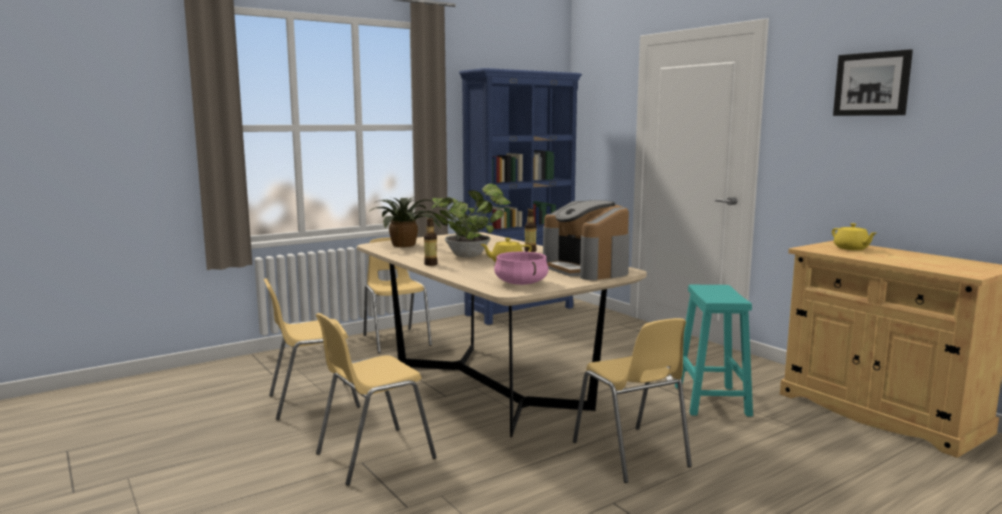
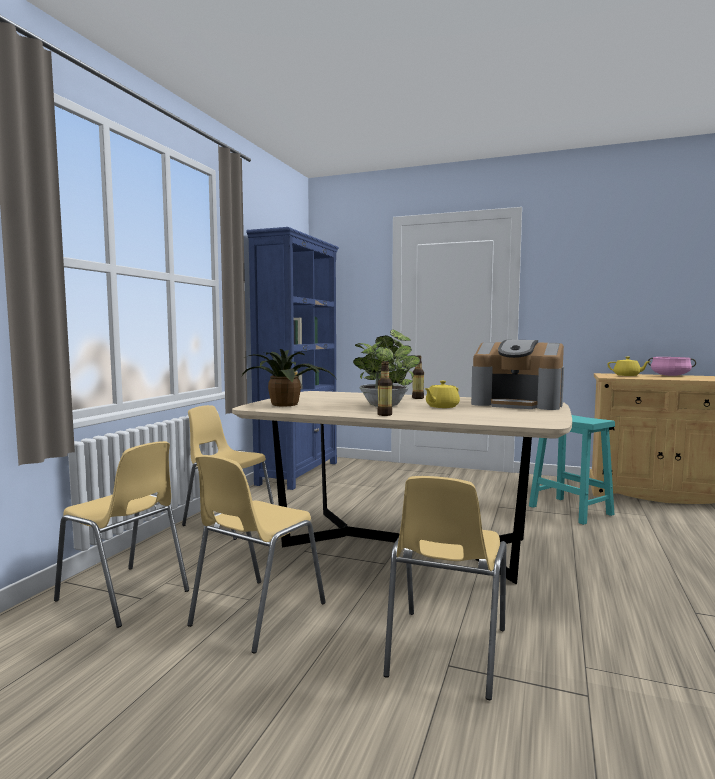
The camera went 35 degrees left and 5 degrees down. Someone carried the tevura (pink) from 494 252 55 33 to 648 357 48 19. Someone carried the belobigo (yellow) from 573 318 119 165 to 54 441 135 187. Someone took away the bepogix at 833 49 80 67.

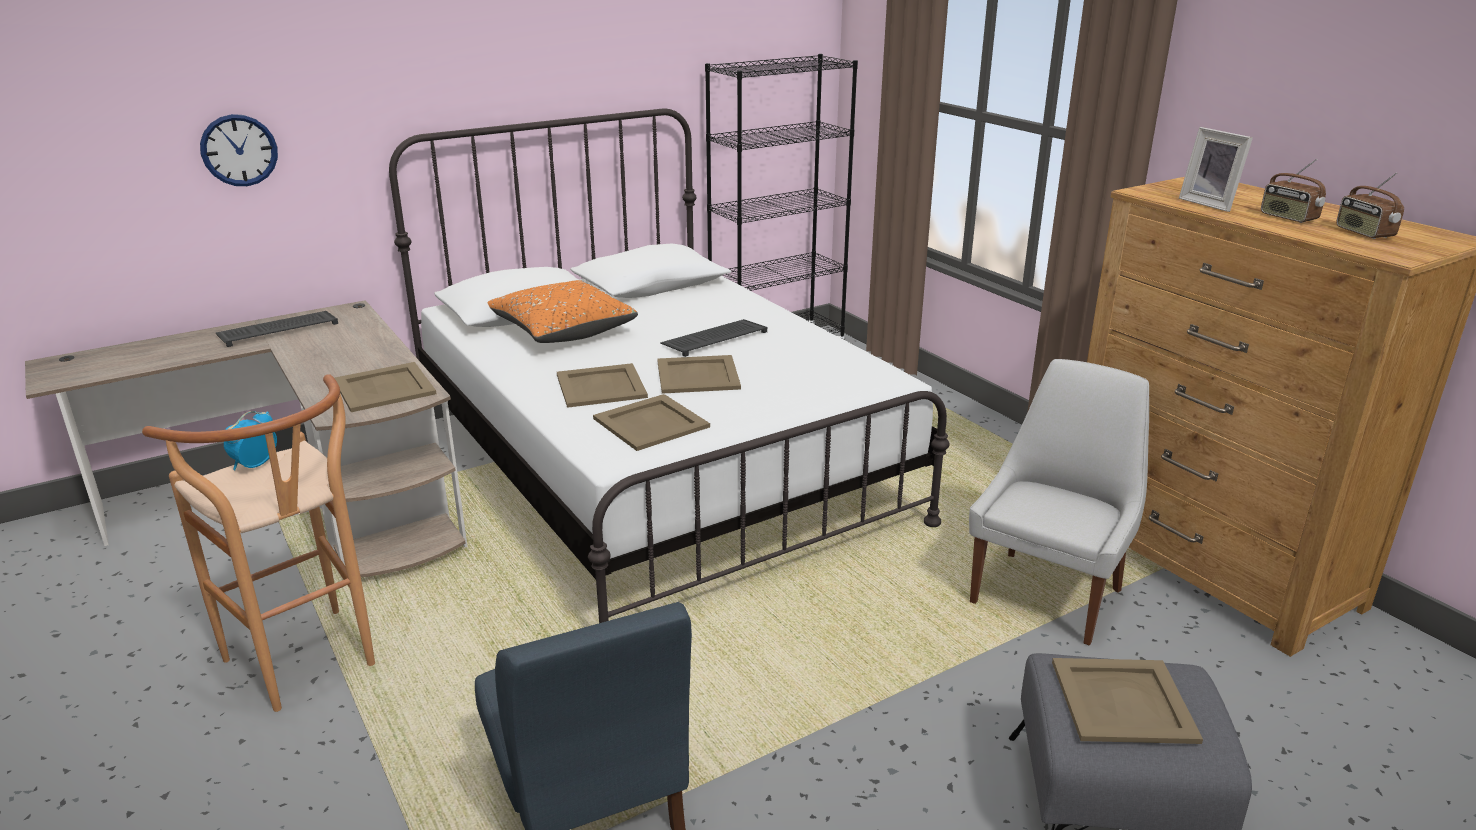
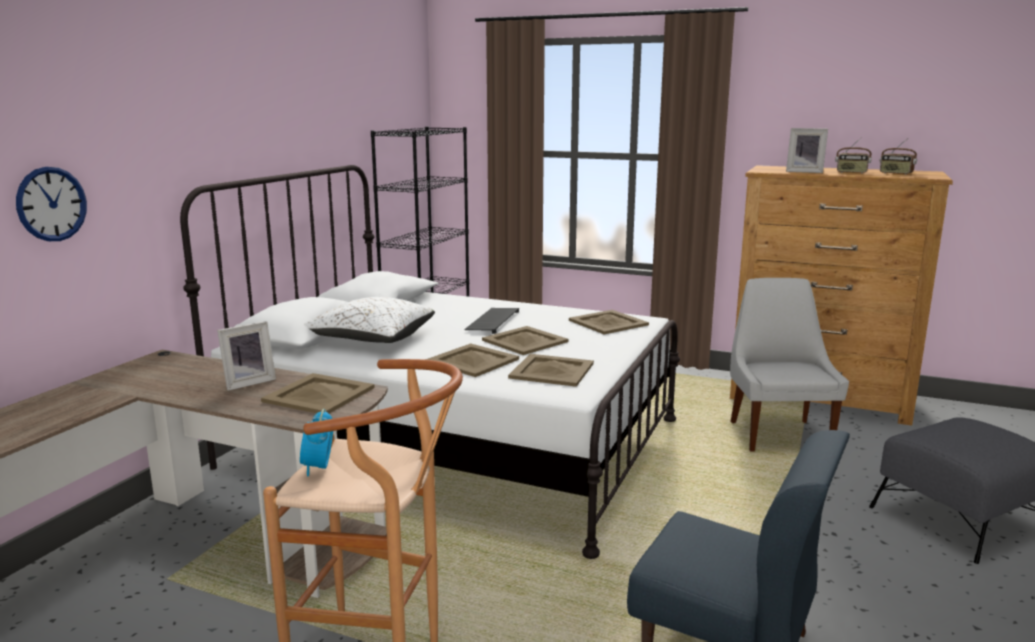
The camera went 35 degrees left and 10 degrees down. Someone took away the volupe at 215 311 123 36. Someone repainted the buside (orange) at 488 280 150 63, which became the buside (white) at 304 297 131 46. Someone carried the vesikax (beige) from 1052 658 151 86 to 569 310 80 24. Someone put down the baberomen at 217 321 59 70.

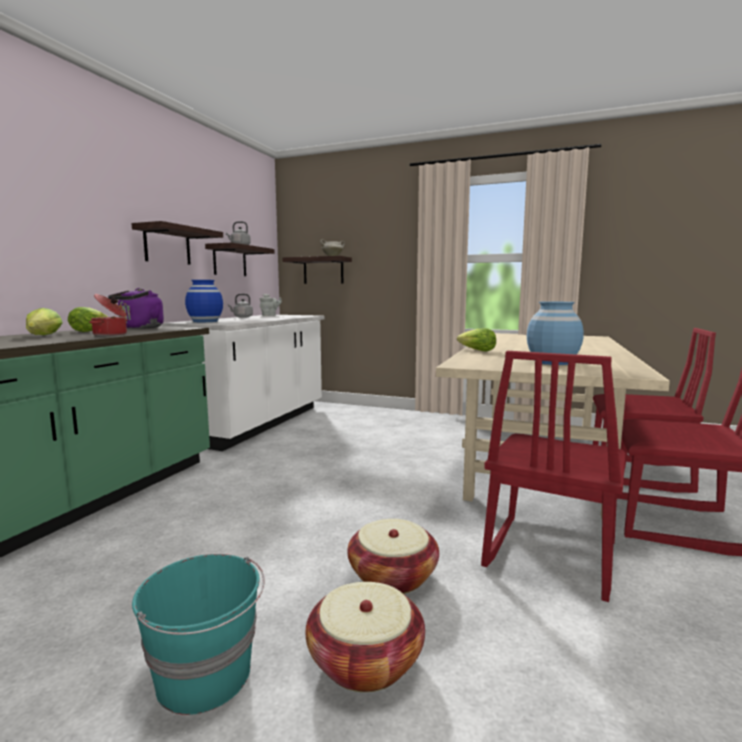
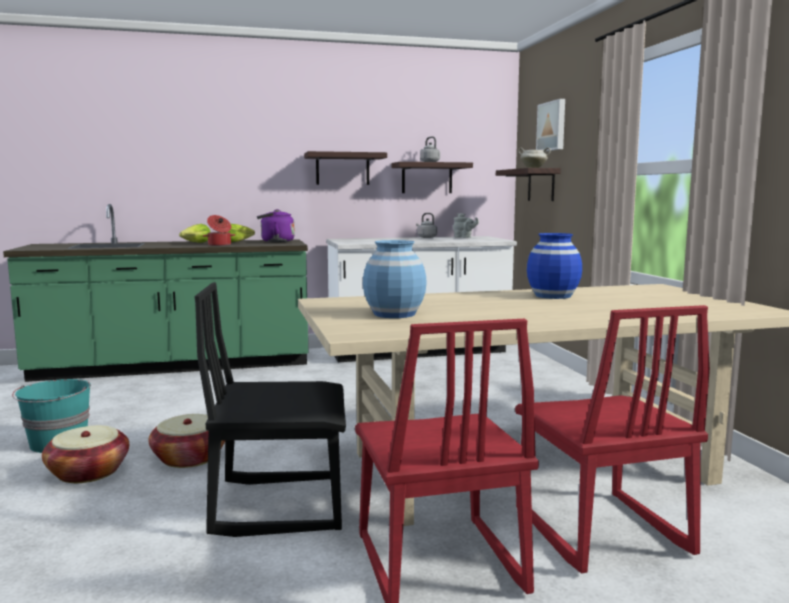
The camera went 55 degrees right and 0 degrees up. Someone carried the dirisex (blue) from 185 280 38 42 to 527 233 55 66. Someone took away the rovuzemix at 457 328 39 24. Someone repainted the belobigo (red) at 481 351 144 251, which became the belobigo (black) at 195 282 151 255. Someone put up the bepogix at 536 99 29 53.

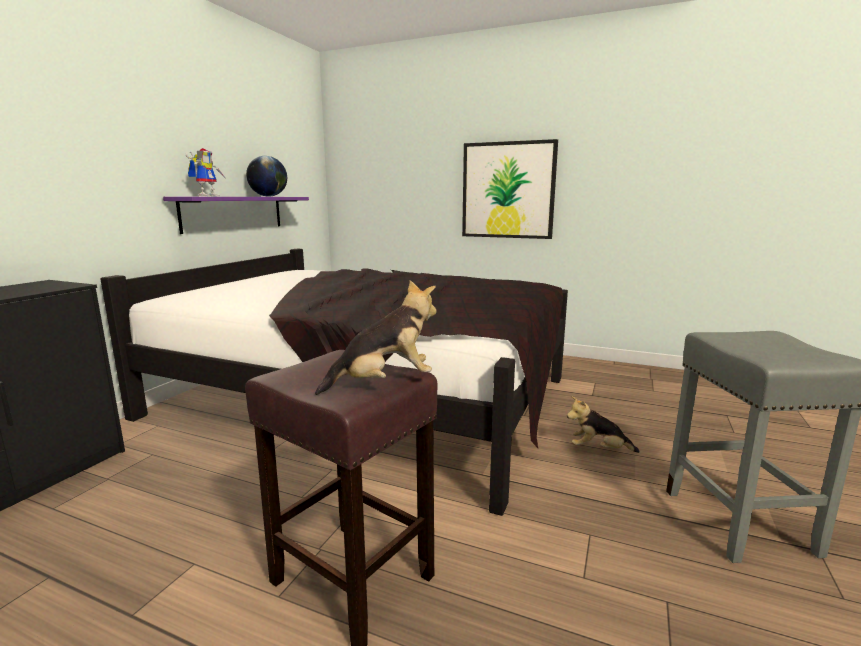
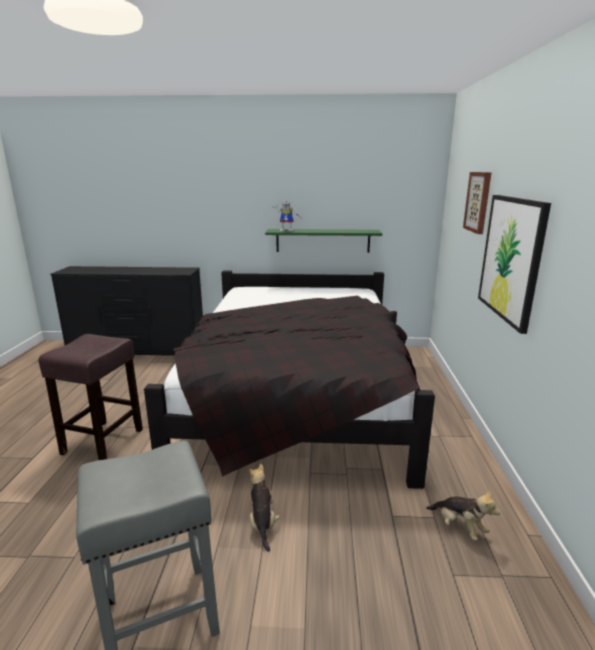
The camera went 70 degrees right and 5 degrees up. Someone repainted the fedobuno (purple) at 163 197 146 37, which became the fedobuno (green) at 265 229 117 24. Someone took away the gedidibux at 246 156 41 41. Someone carried the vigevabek from 315 280 122 115 to 426 490 74 51. Someone put up the bepogix at 463 172 29 62.

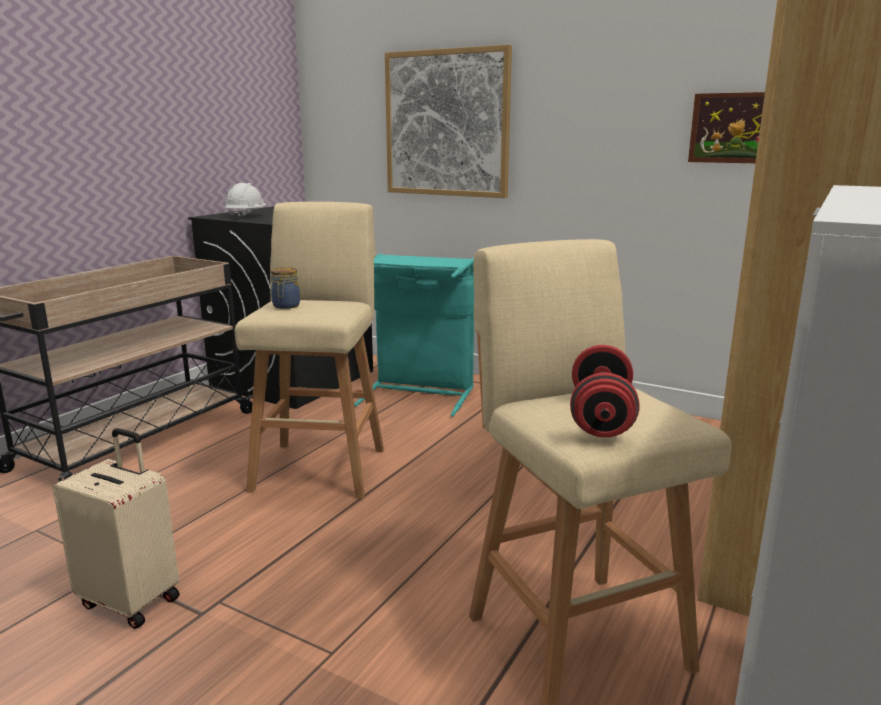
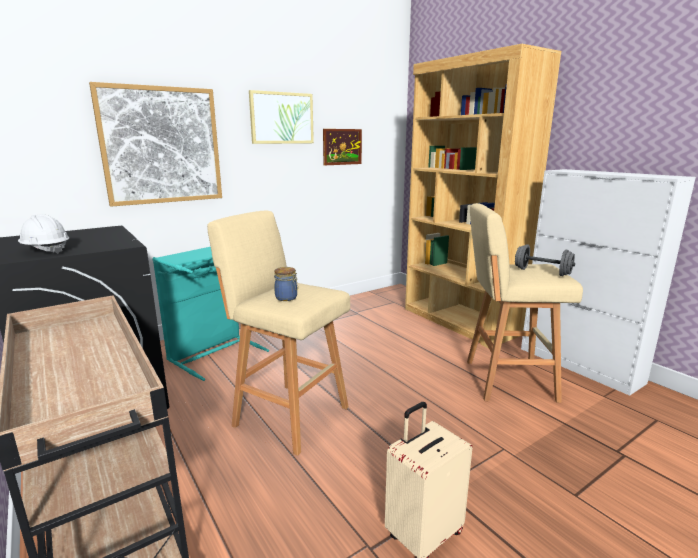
The camera went 65 degrees left and 0 degrees up. Someone repainted the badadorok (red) at 570 345 70 92, which became the badadorok (grey) at 515 244 60 32. Someone put up the bepogix at 249 90 65 54.

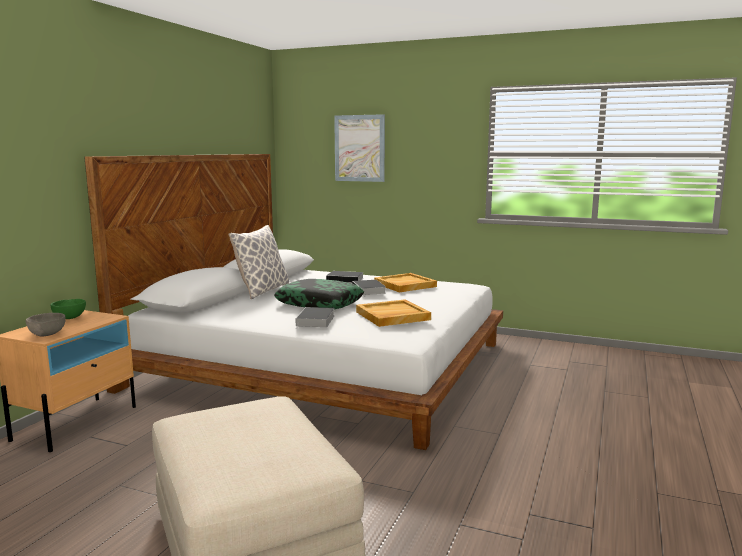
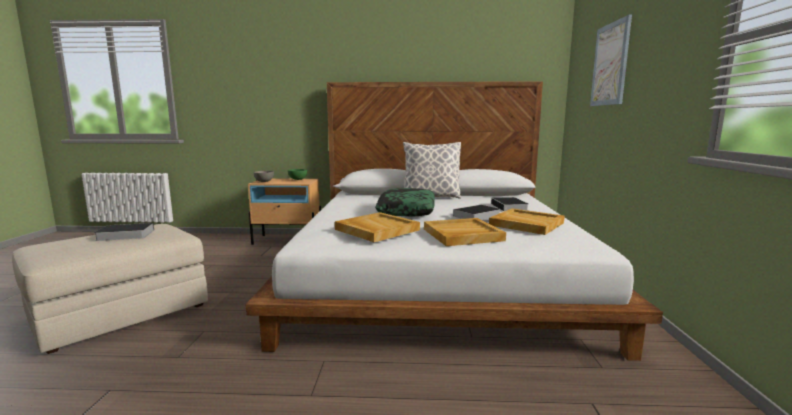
The camera went 70 degrees right and 0 degrees up. Someone carried the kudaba from 296 307 39 20 to 94 223 60 18. Someone put down the vesikax (beige) at 424 218 82 28.

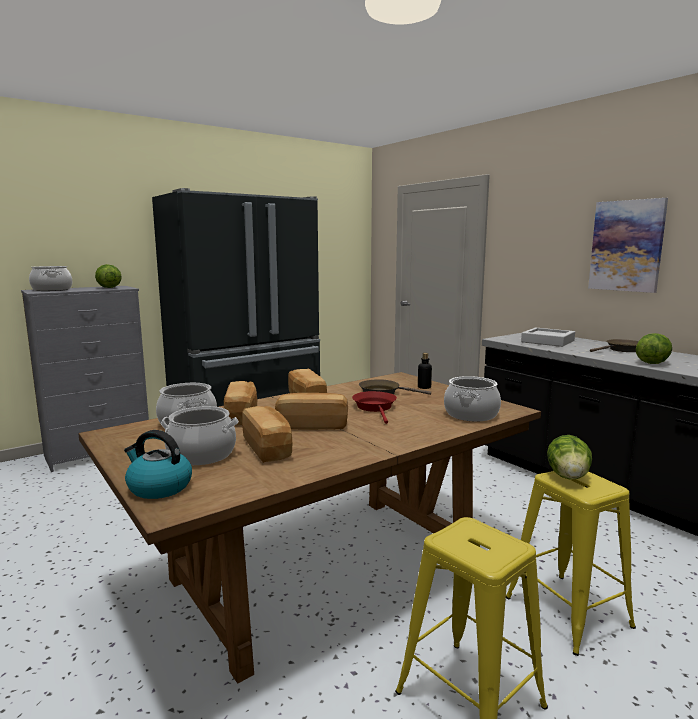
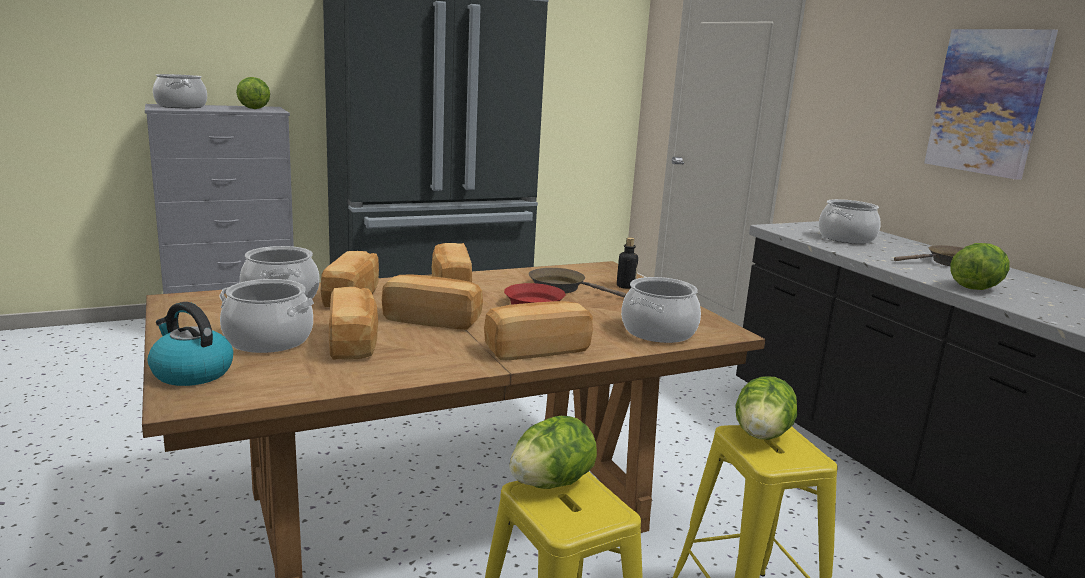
The camera went 10 degrees right and 5 degrees up. Someone swapped the vesikax (grey) at 521 328 54 19 for the tevura at 819 199 62 45. Someone put down the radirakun at 484 301 109 59. Someone put down the rovuzemix at 509 416 88 73.

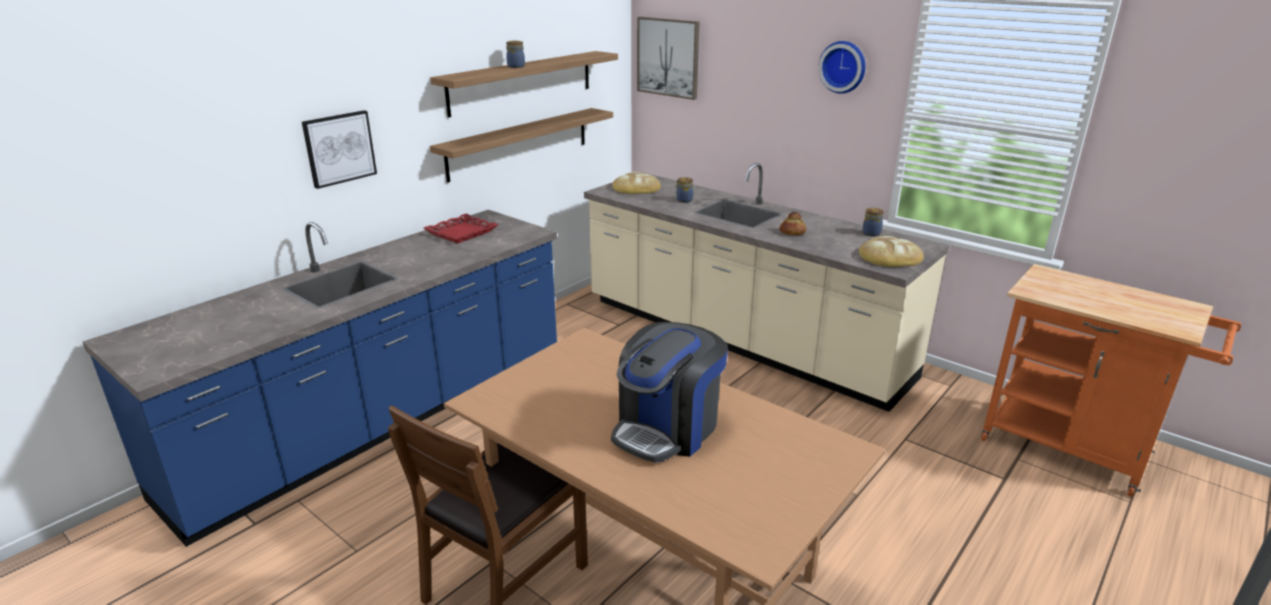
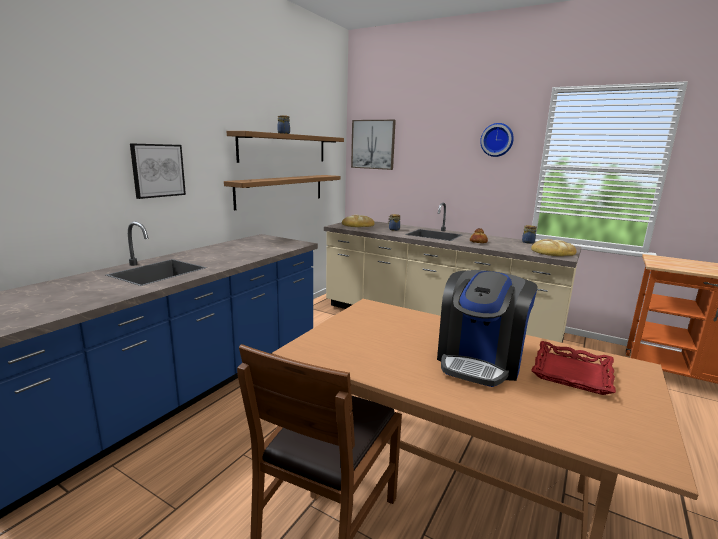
The camera went 10 degrees left and 10 degrees down. Someone carried the vesikax (red) from 423 214 76 30 to 531 341 85 54.

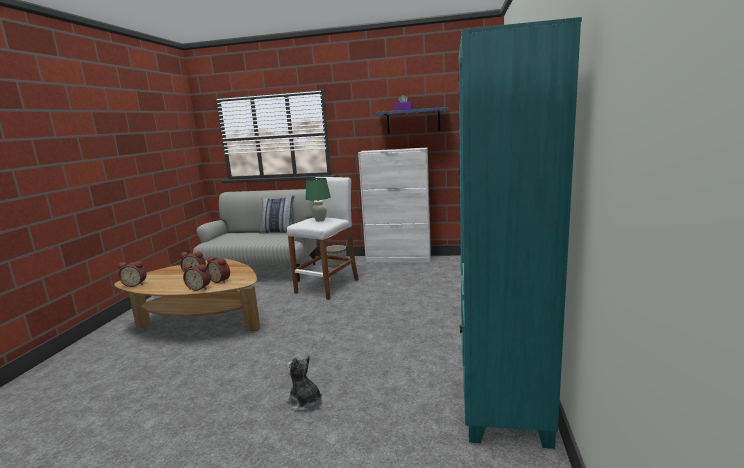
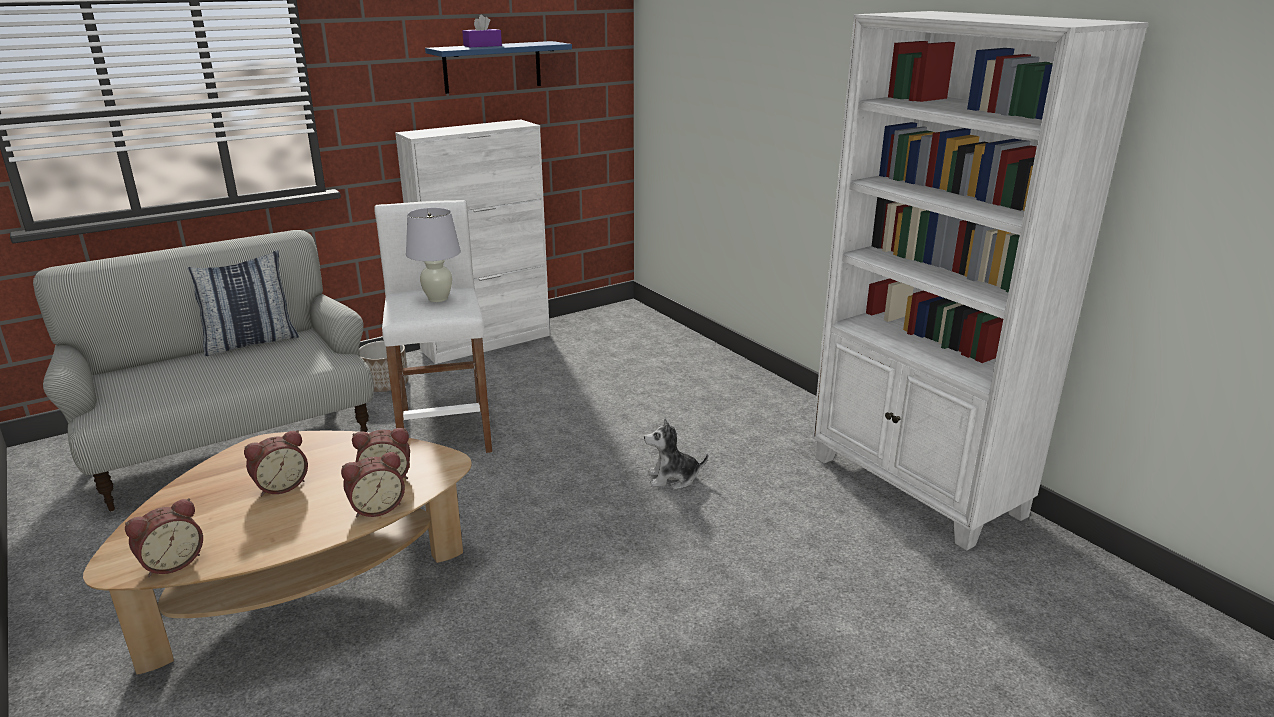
The camera went 45 degrees left and 10 degrees up. Someone carried the vigevabek from 285 355 37 56 to 644 419 64 71. Someone repainted the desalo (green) at 305 178 26 43, which became the desalo (white) at 406 208 55 94. Someone repainted the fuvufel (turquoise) at 459 17 123 432, which became the fuvufel (white) at 812 11 337 540.

